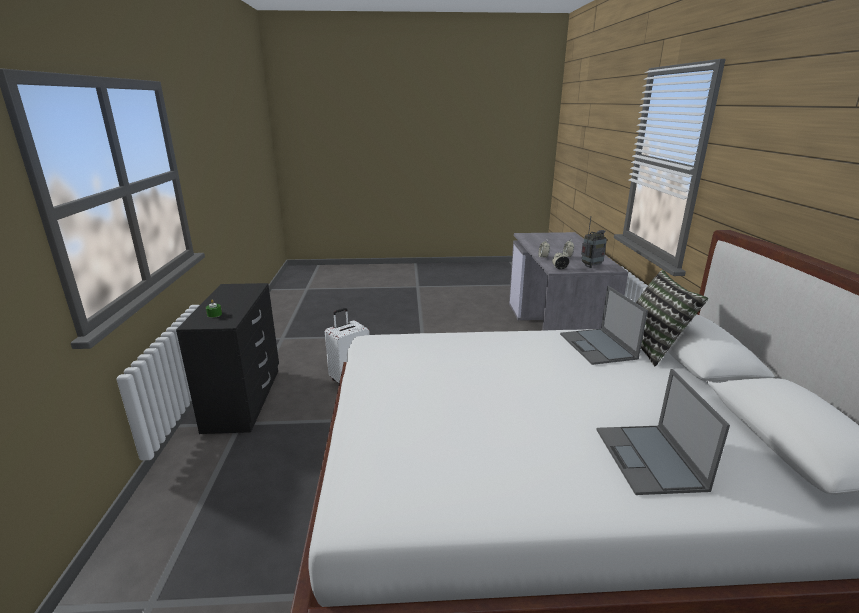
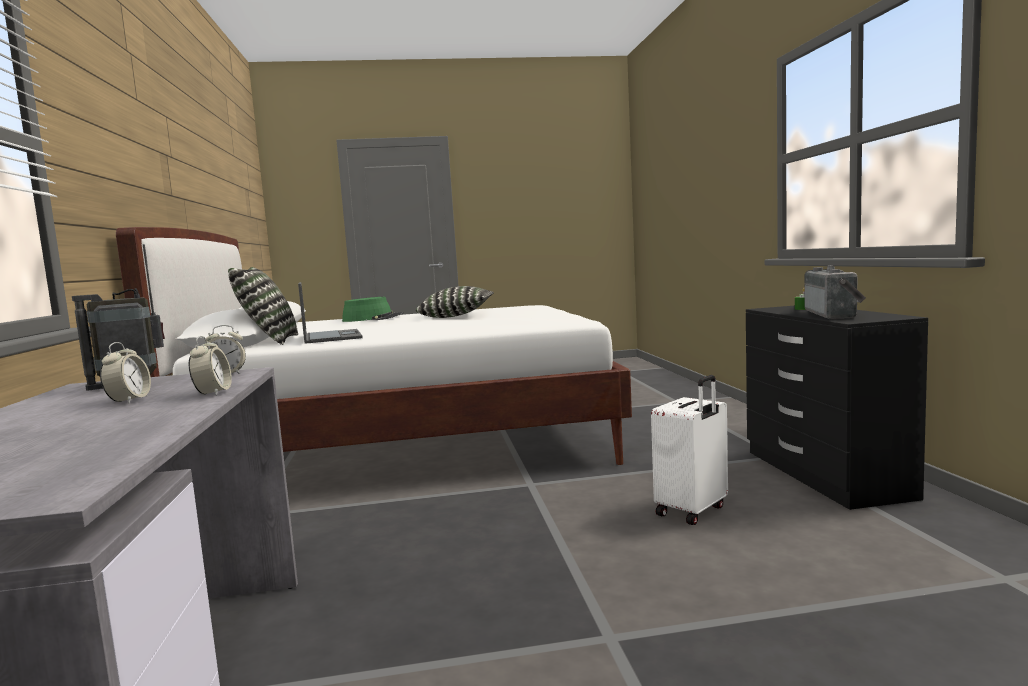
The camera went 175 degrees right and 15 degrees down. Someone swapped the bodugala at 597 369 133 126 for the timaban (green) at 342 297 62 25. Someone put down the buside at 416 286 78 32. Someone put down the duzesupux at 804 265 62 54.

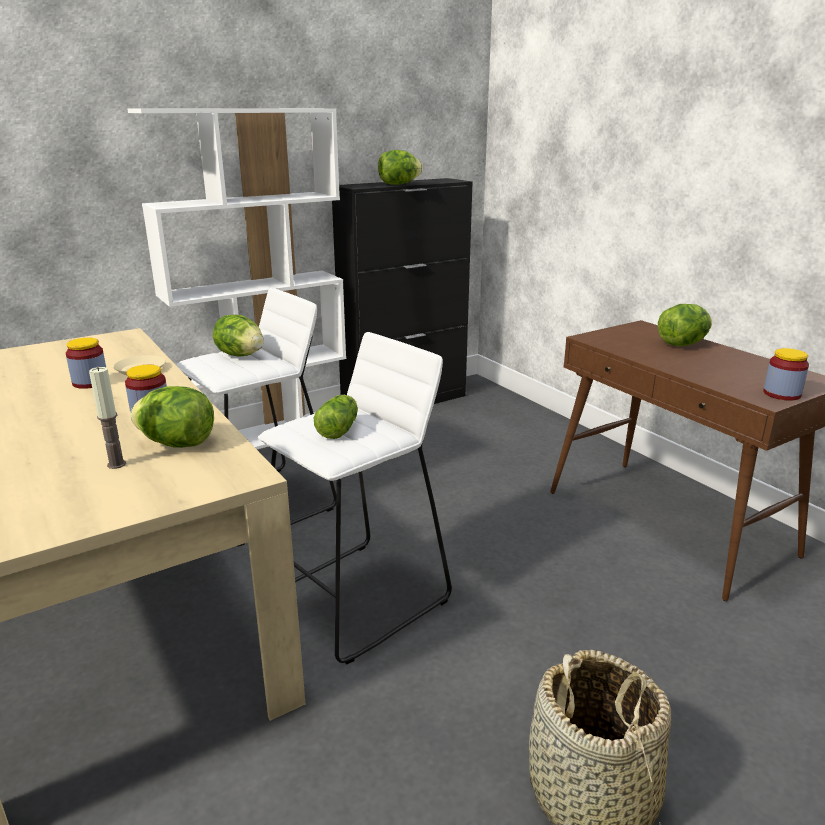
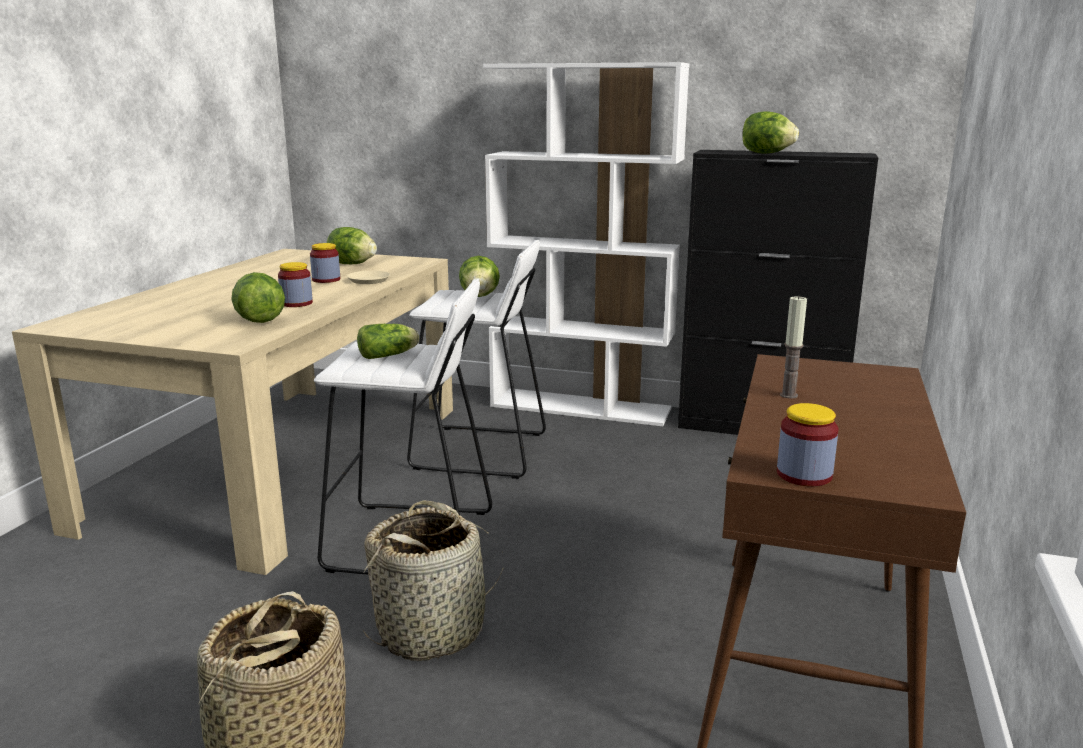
The camera went 50 degrees right and 5 degrees down. Someone carried the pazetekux from 89 367 37 102 to 780 295 27 104. Someone carried the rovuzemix from 658 304 54 42 to 327 227 50 37. Someone put down the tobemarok at 362 501 142 160.

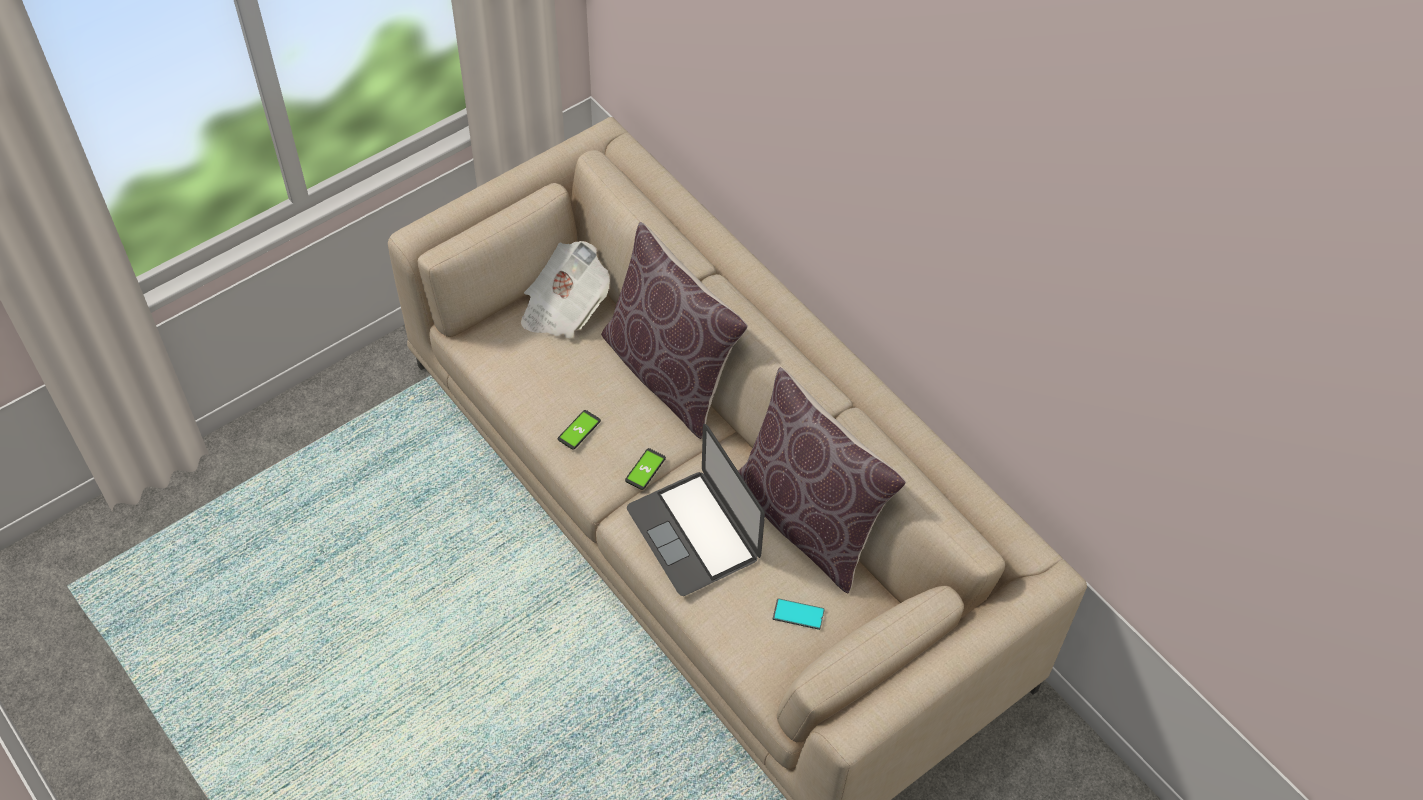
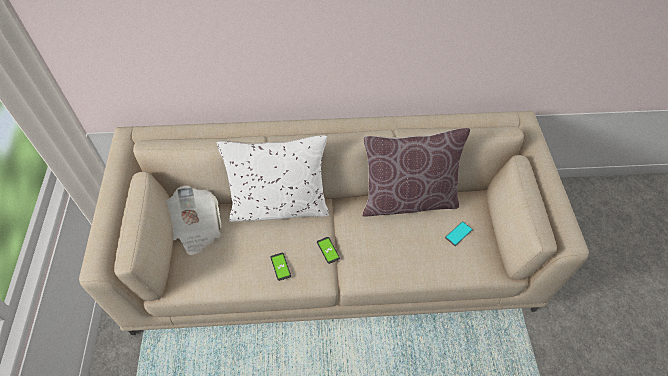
The camera went 55 degrees left and 0 degrees up. Someone repainted the buside (brown) at 601 222 147 217, which became the buside (white) at 217 135 112 87. Someone took away the bodugala at 627 424 138 172.

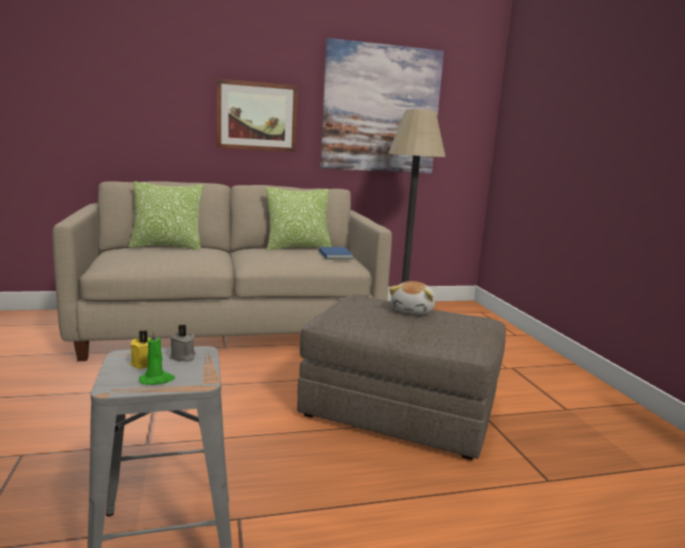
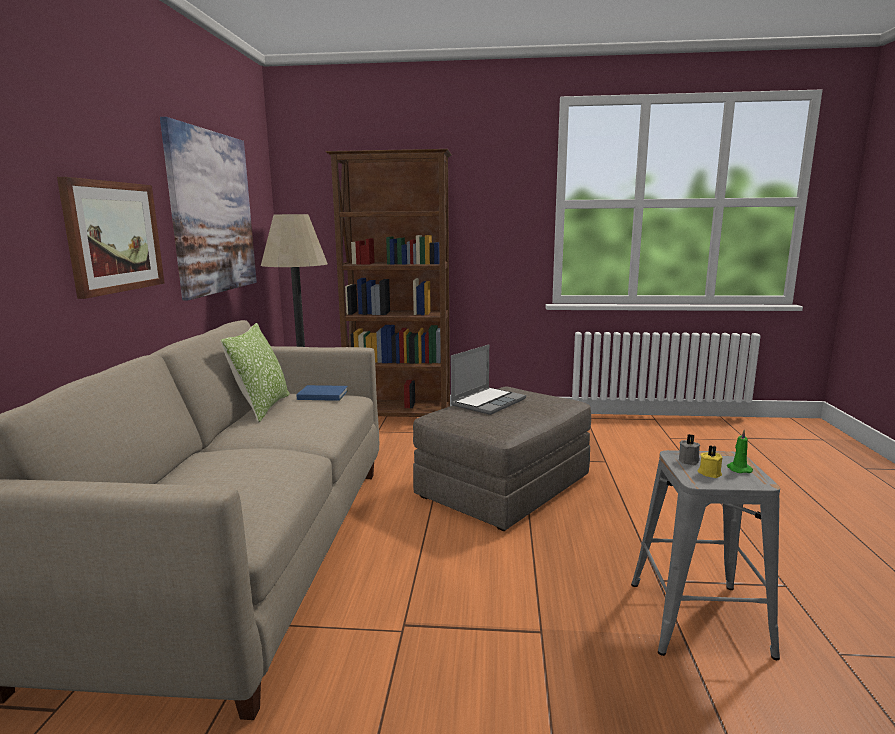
The camera went 70 degrees left and 0 degrees up. Someone took away the buside at 129 181 75 69. Someone swapped the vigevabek at 389 281 46 33 for the bodugala at 451 344 75 71. Someone put down the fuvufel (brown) at 326 149 126 268.

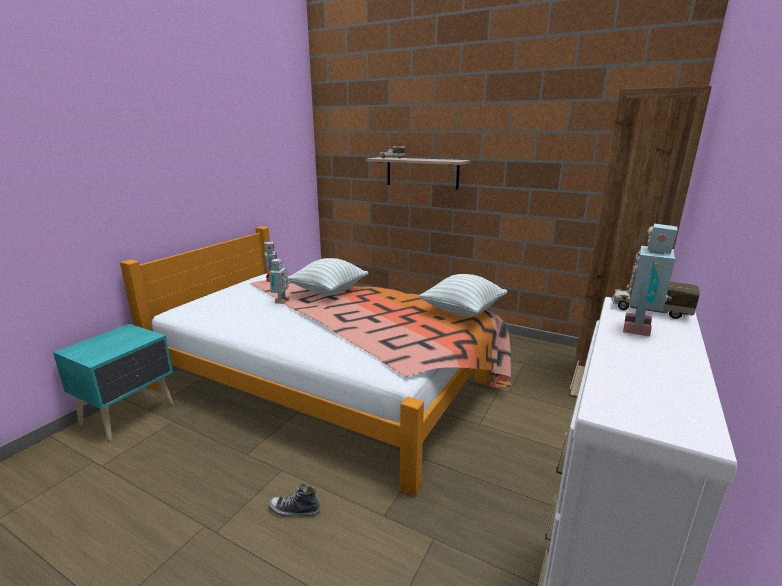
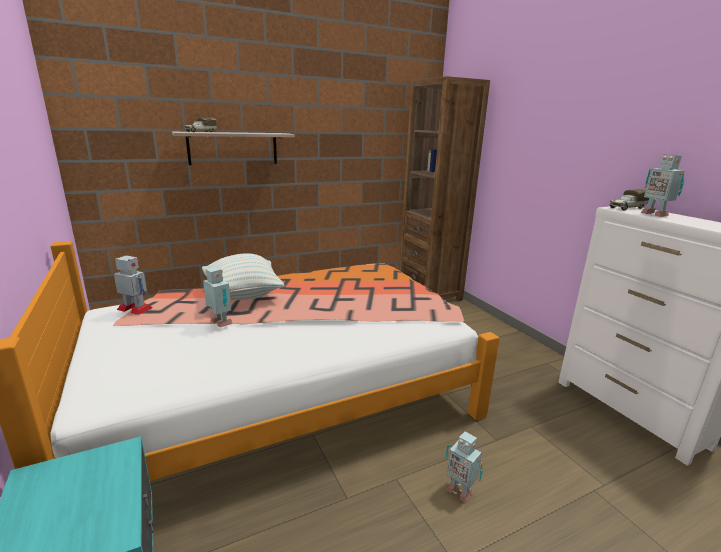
The camera went 55 degrees left and 0 degrees up. Someone swapped the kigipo at 268 483 52 34 for the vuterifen at 446 432 37 71. Someone took away the buside at 419 274 88 43.

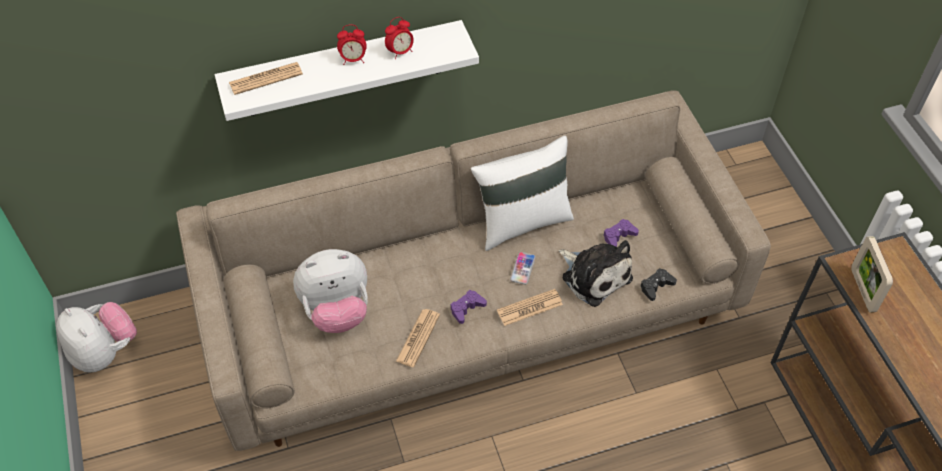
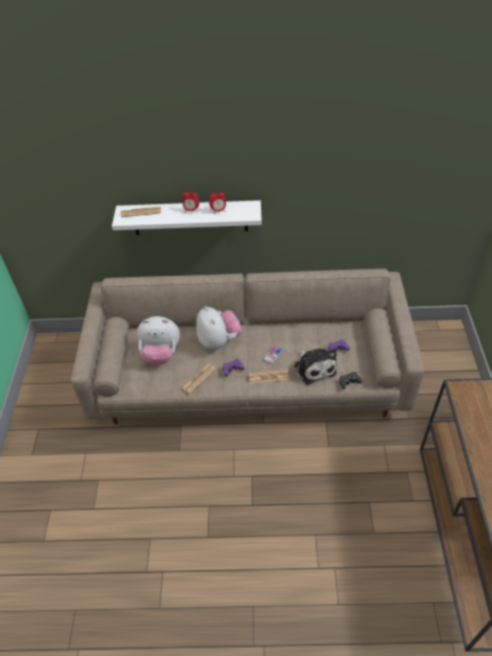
The camera went 20 degrees right and 5 degrees down. Someone carried the vigevabek from 56 302 81 70 to 196 306 46 43. Someone took away the buside (white) at 471 136 103 115. Someone took away the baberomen at 851 236 42 77.

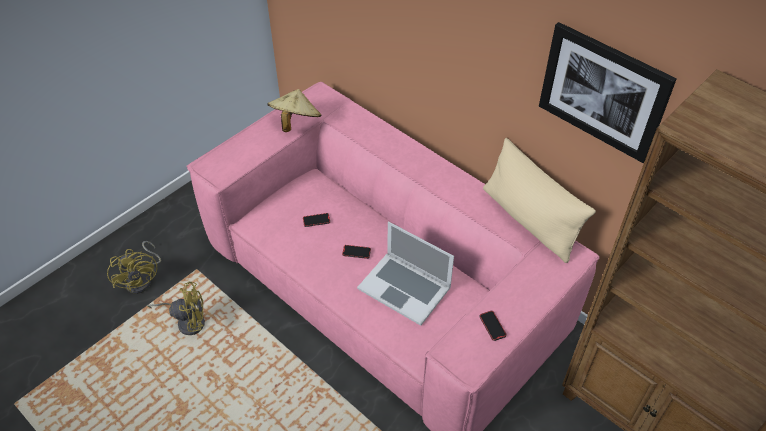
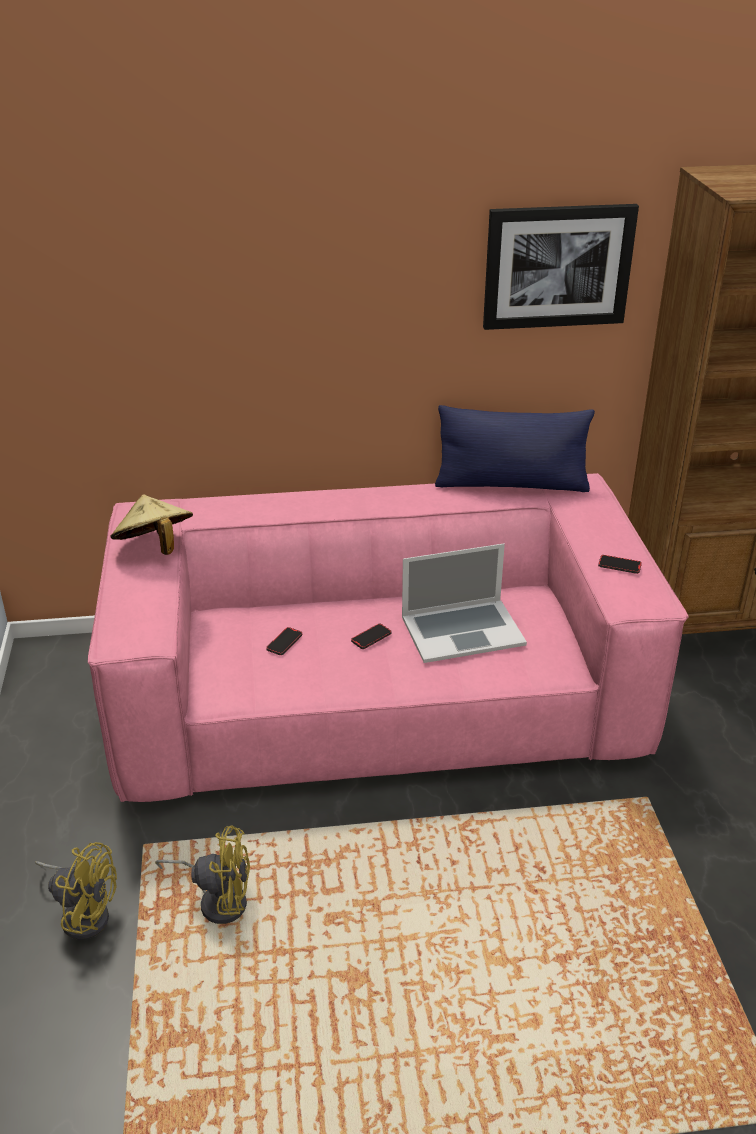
The camera went 50 degrees left and 15 degrees down. Someone rotated the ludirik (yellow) at 147 281 58 54 by 60 degrees clockwise. Someone repainted the buside (beige) at 483 138 113 125, which became the buside (blue) at 435 405 160 87.

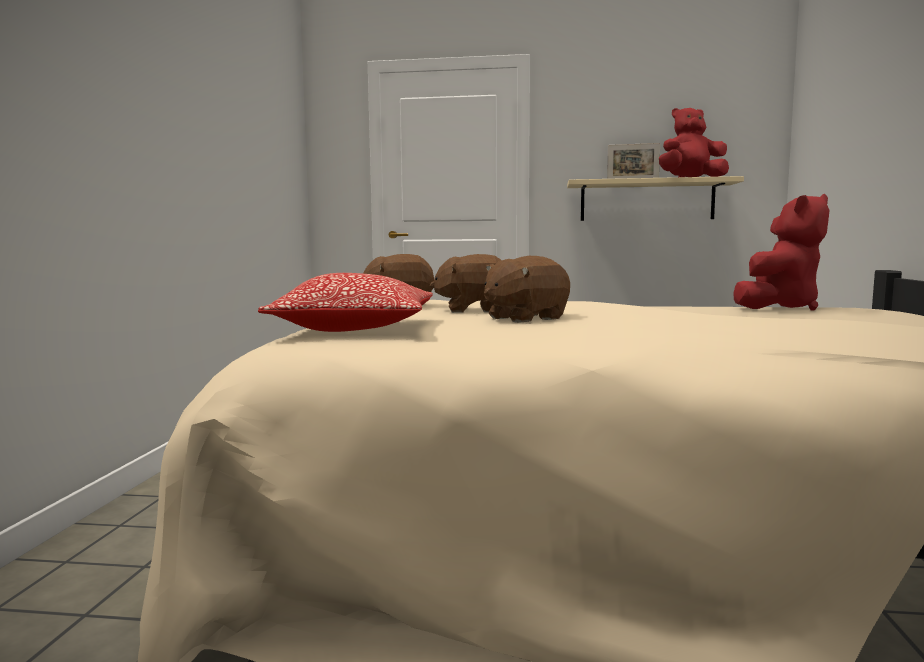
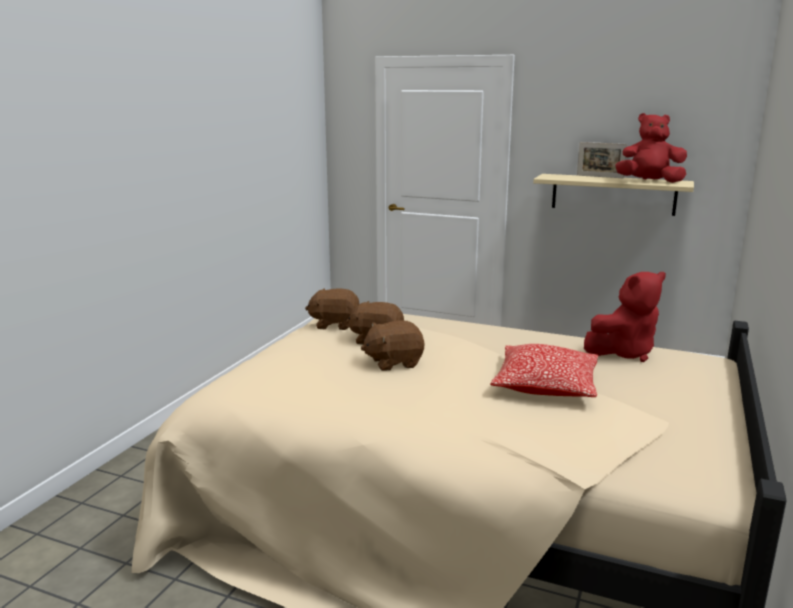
The camera went 15 degrees right and 10 degrees up. Someone carried the buside from 258 273 175 59 to 490 344 108 53.

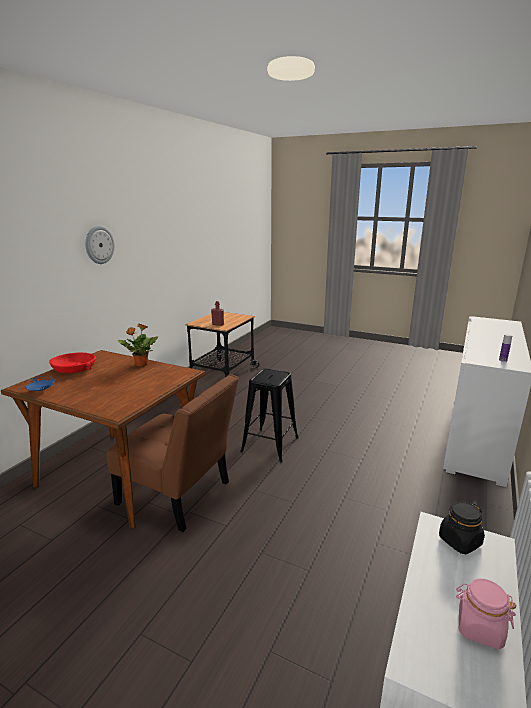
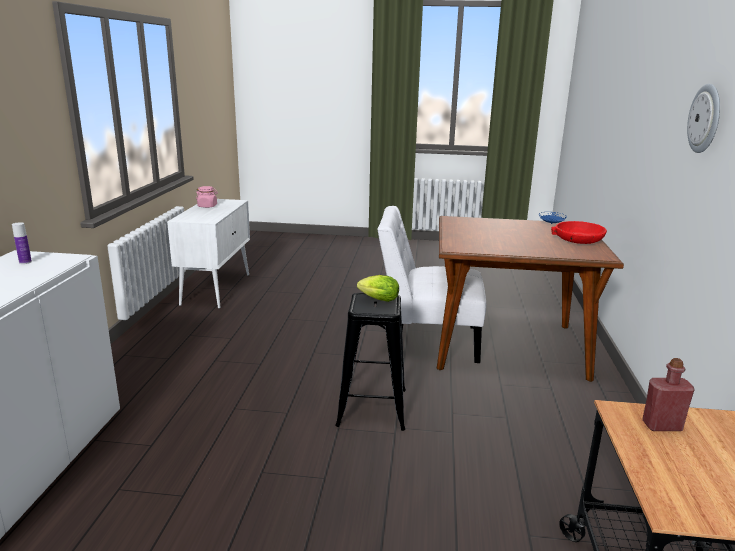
The camera went 160 degrees right and 0 degrees up. Someone repainted the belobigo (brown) at 106 374 133 158, which became the belobigo (white) at 377 206 109 157. Someone took away the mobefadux at 118 324 40 43. Someone took away the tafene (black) at 439 501 46 53. Someone put down the rovuzemix at 357 275 42 27.

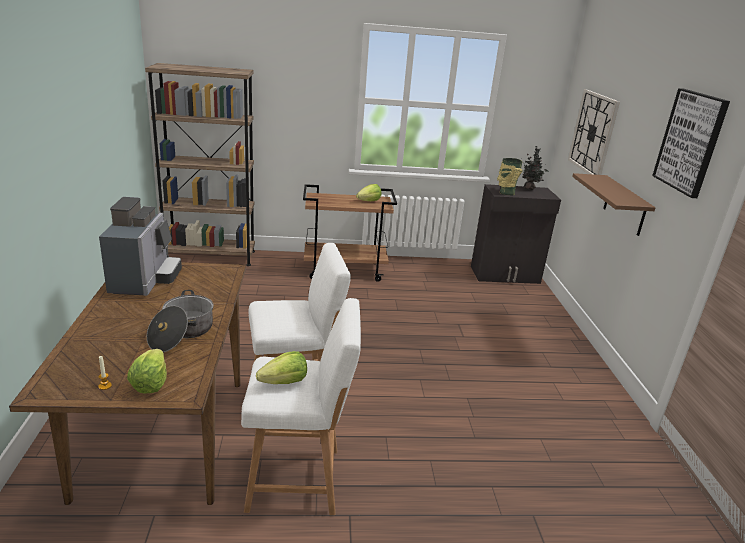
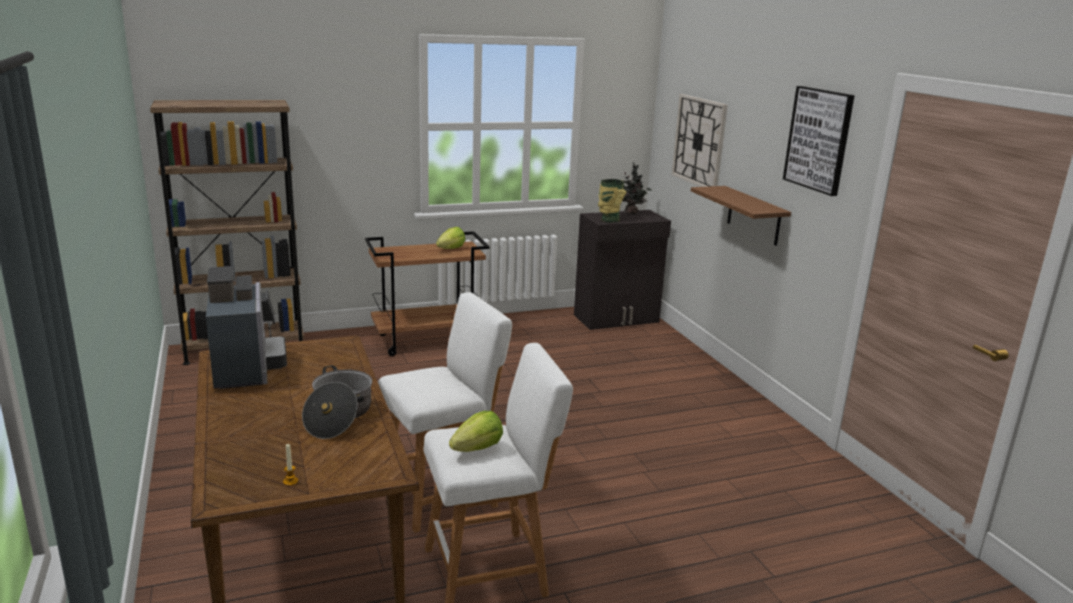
The camera went 15 degrees left and 5 degrees down. Someone took away the rovuzemix at 127 349 40 45.

